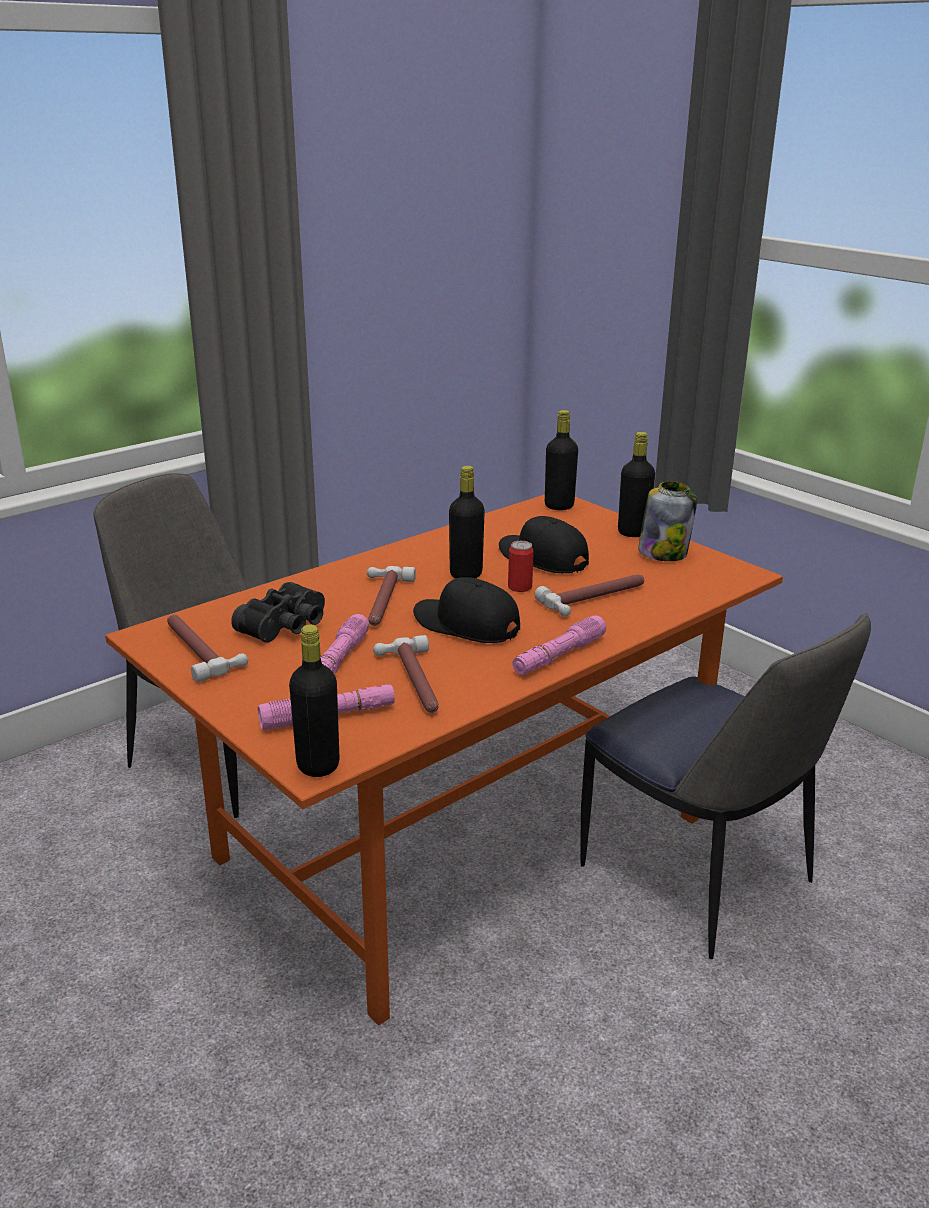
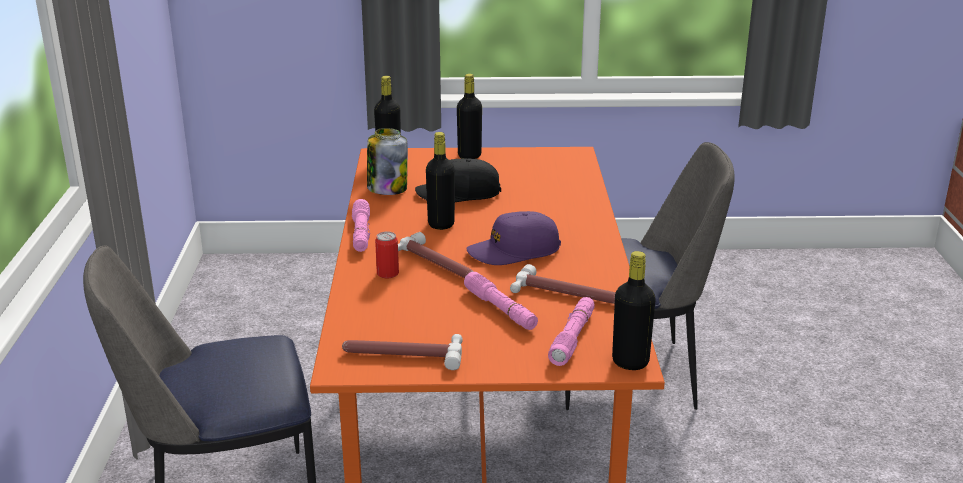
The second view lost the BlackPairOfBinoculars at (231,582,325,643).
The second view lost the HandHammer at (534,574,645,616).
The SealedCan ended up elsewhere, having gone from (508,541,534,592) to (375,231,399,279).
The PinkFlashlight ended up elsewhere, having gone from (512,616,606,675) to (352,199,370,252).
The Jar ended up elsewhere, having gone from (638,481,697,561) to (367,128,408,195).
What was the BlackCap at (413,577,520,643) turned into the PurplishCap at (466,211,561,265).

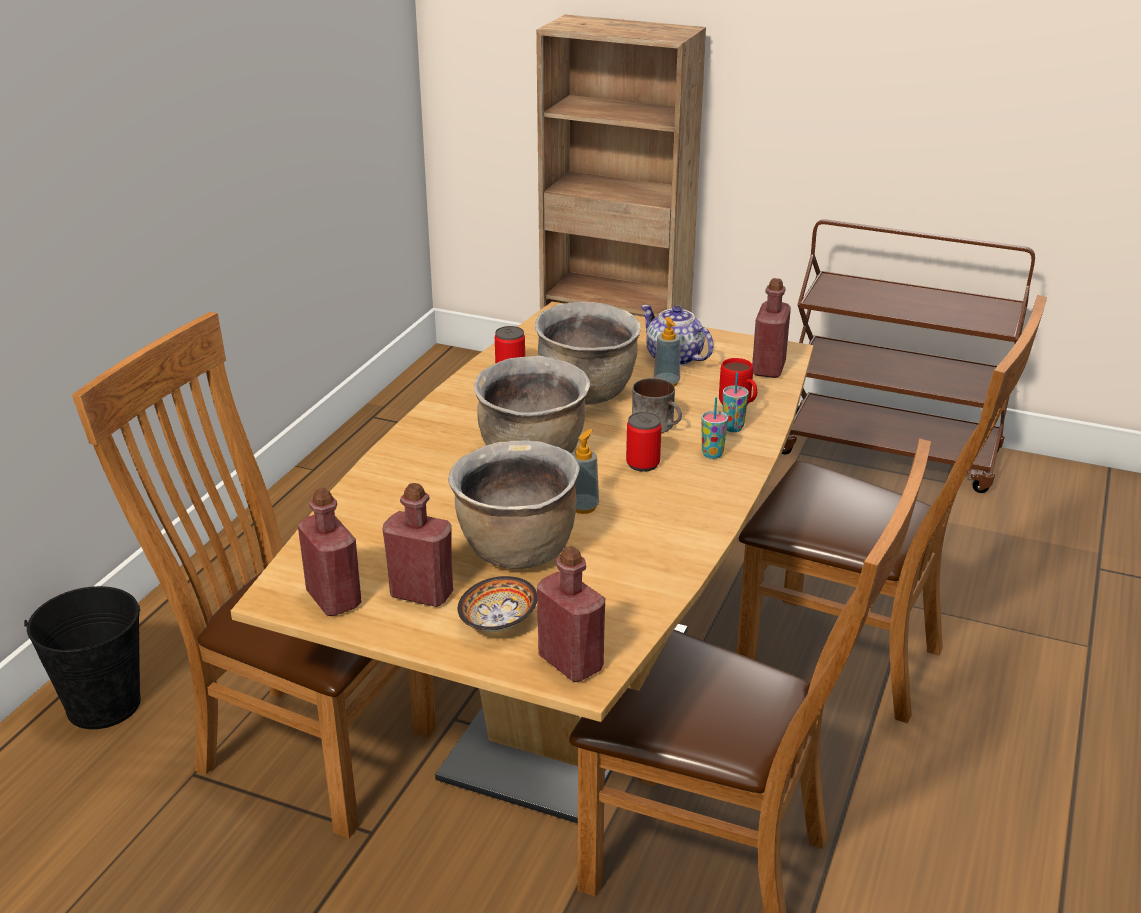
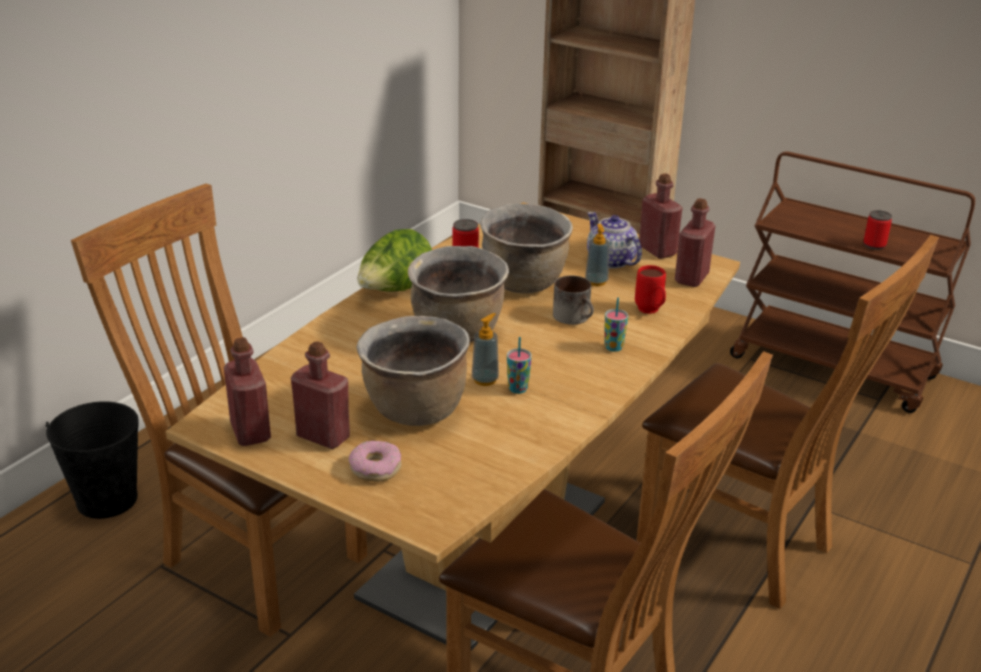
The second view gained the LettuceHead at (357,229,432,292).
The ReddishBottle ended up elsewhere, having gone from (537,546,605,682) to (639,173,683,259).
The SealedCan ended up elsewhere, having gone from (626,412,662,472) to (863,210,892,250).
The SmallCup ended up elsewhere, having gone from (723,372,749,432) to (507,337,532,394).
Where the DeepDish stood at (458,576,537,632), the Doughnut came to stand at (349,441,401,482).

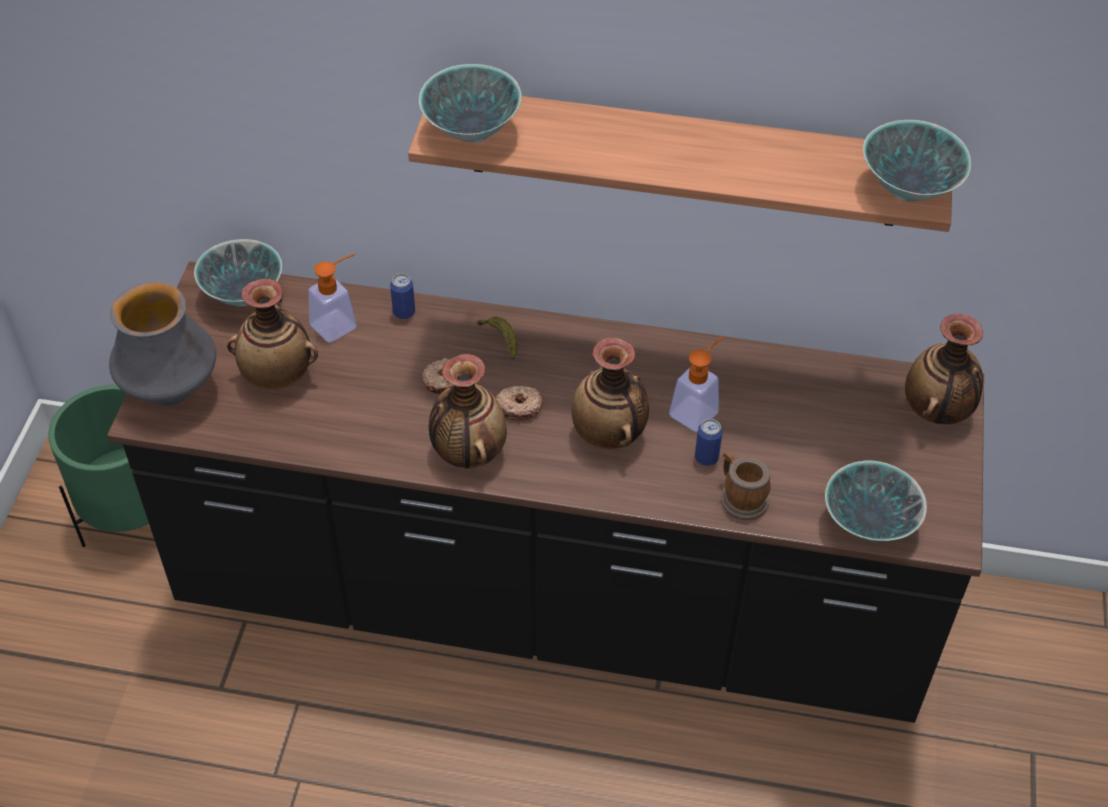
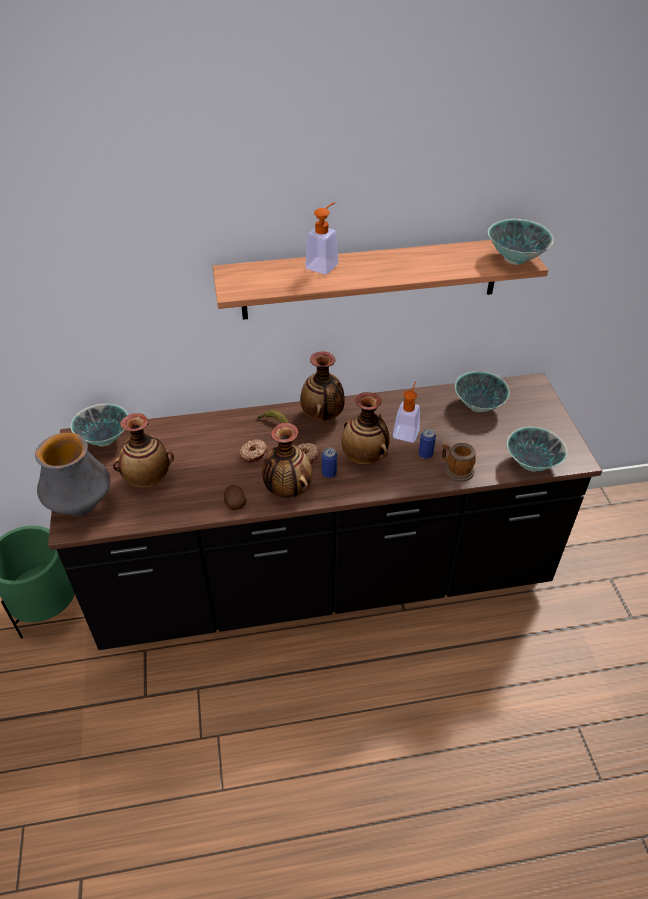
The second view gained the Spud at (224,485,247,510).
The SoapBottle ended up elsewhere, having gone from (309,253,357,343) to (305,202,338,274).
The SealedCan ended up elsewhere, having gone from (390,273,415,319) to (322,447,337,478).
The DeepDish ended up elsewhere, having gone from (419,64,522,143) to (455,371,510,412).
The DecorativeVase ended up elsewhere, having gone from (905,314,983,424) to (300,351,345,421).

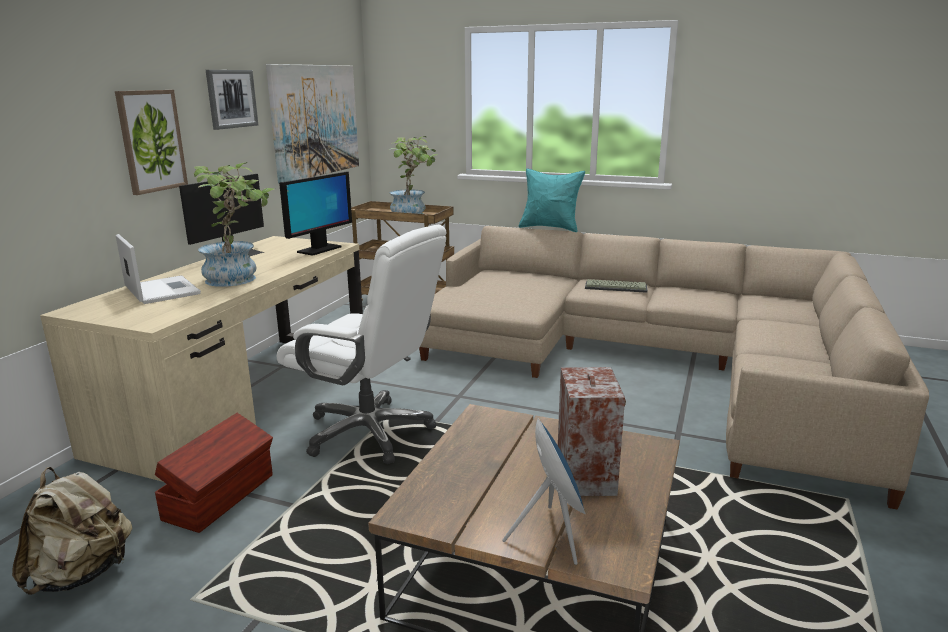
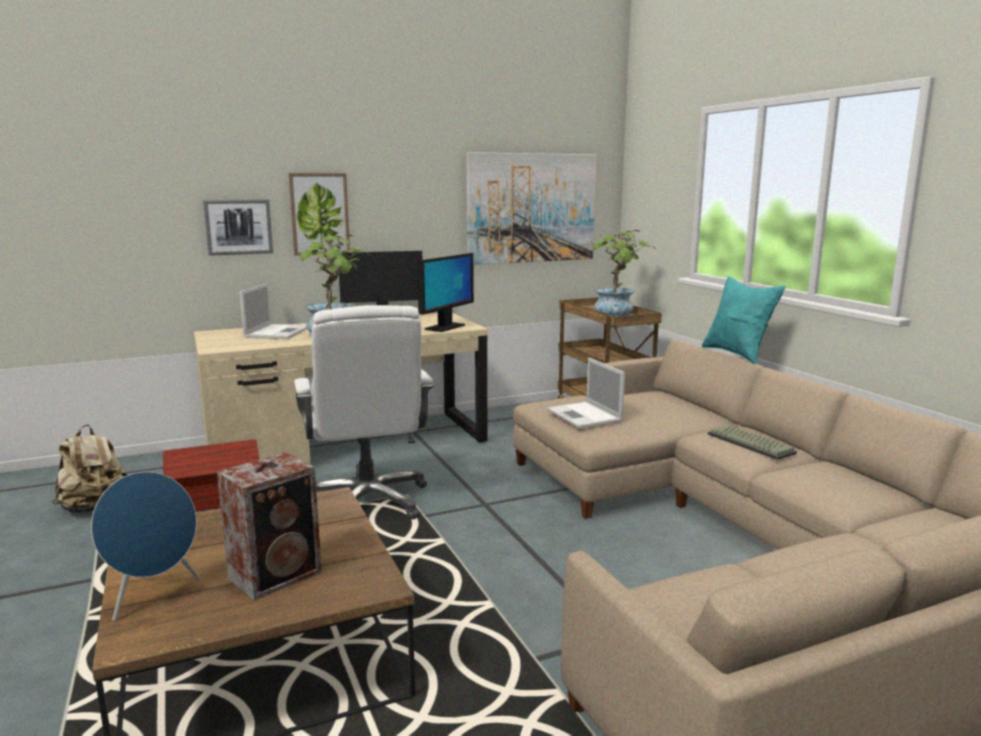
The second view gained the Laptop at (547,358,625,429).
The WallArt ended up elsewhere, having gone from (206,70,258,130) to (203,199,273,256).
The ComputerDisplay at (279,172,352,256) ended up facing another way, 45 degrees counterclockwise from before.

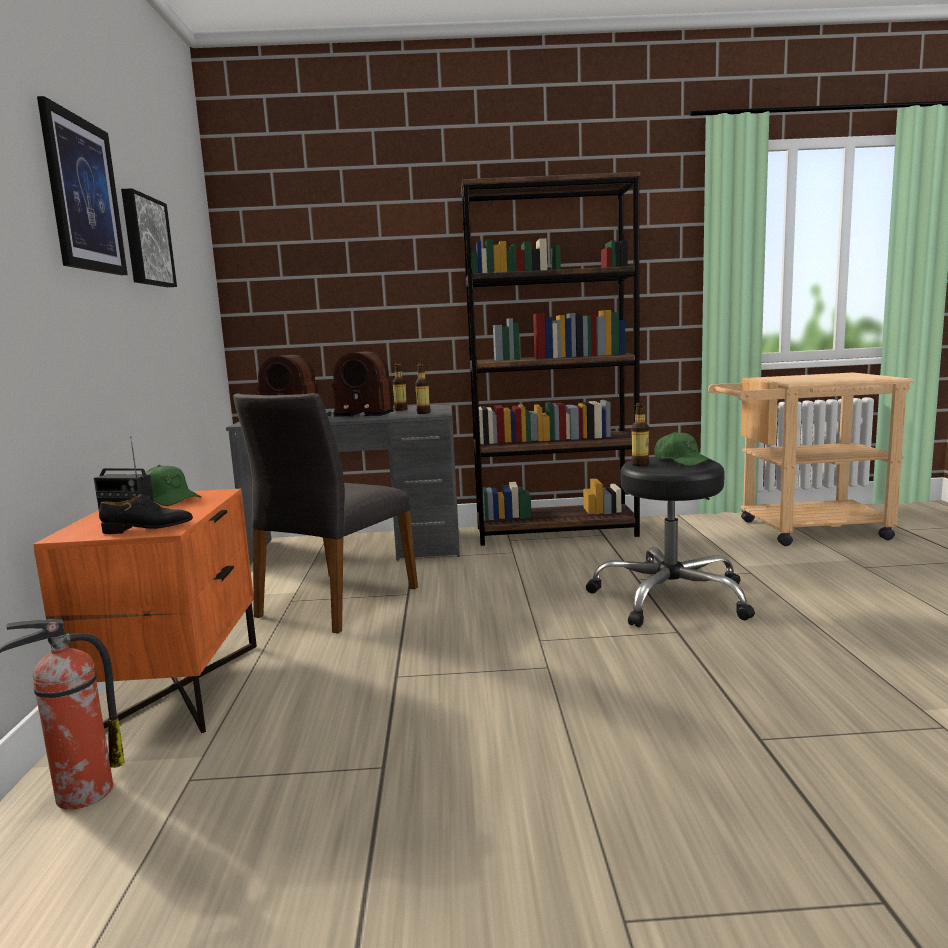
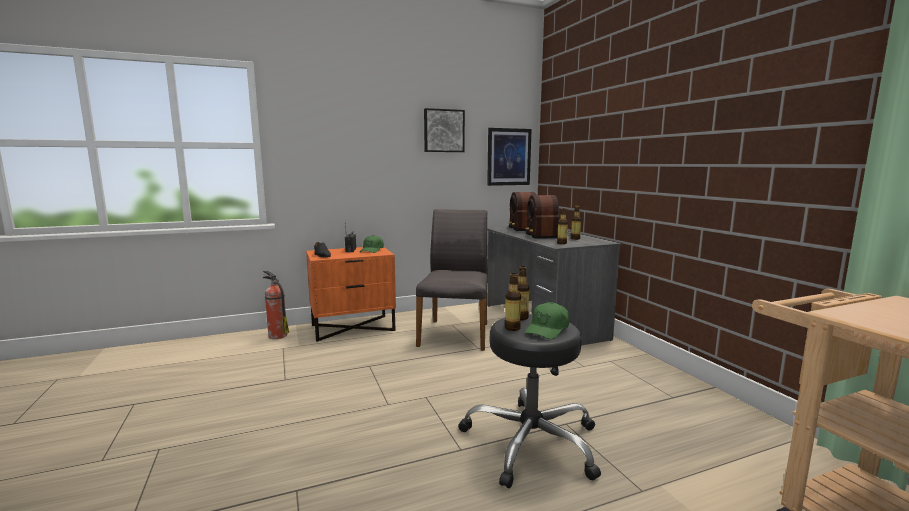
The second view lost the BrownShelvingUnit at (461,172,640,546).
The second view gained the Bottle at (505,273,521,331).
The WallArt ended up elsewhere, having gone from (37,96,128,275) to (487,128,532,186).
The GreyishPlainChair at (233,393,418,634) ended up facing another way, 90 degrees clockwise from before.

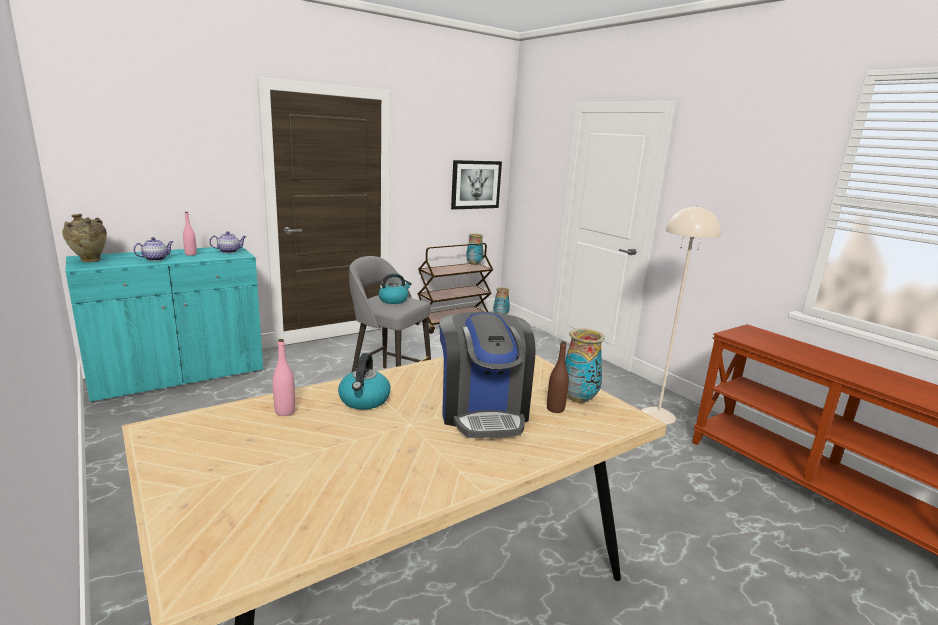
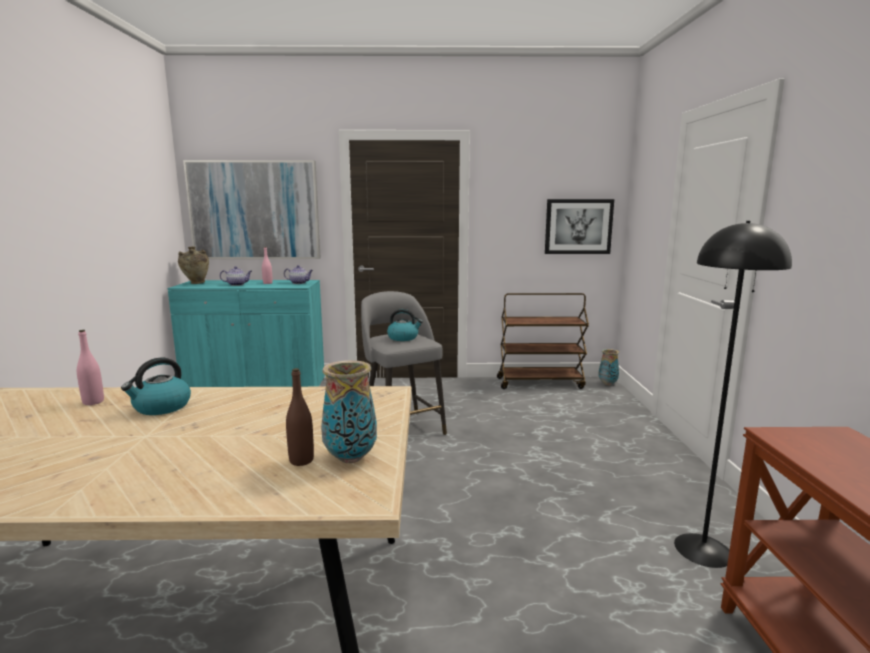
The second view lost the CoffeeBrewer at (439,312,536,438).
The second view lost the DecorativeVase at (466,233,483,265).
The second view gained the WallArt at (183,160,321,259).
What was the BeigeStandingLamp at (641,205,721,424) turned into the BlackStandingLamp at (674,221,792,568).

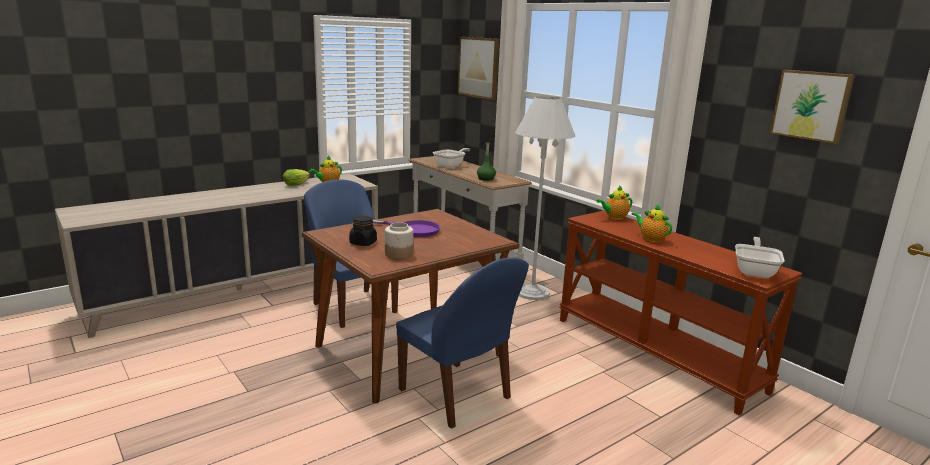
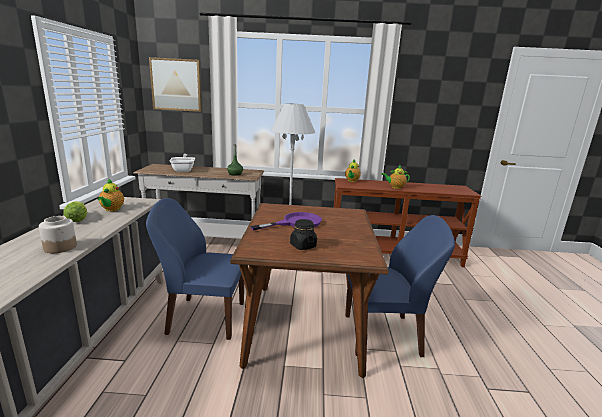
The second view lost the Pan at (735,237,785,278).
The second view lost the WallArt at (770,70,855,144).
The Jar ended up elsewhere, having gone from (385,222,413,259) to (39,216,77,253).

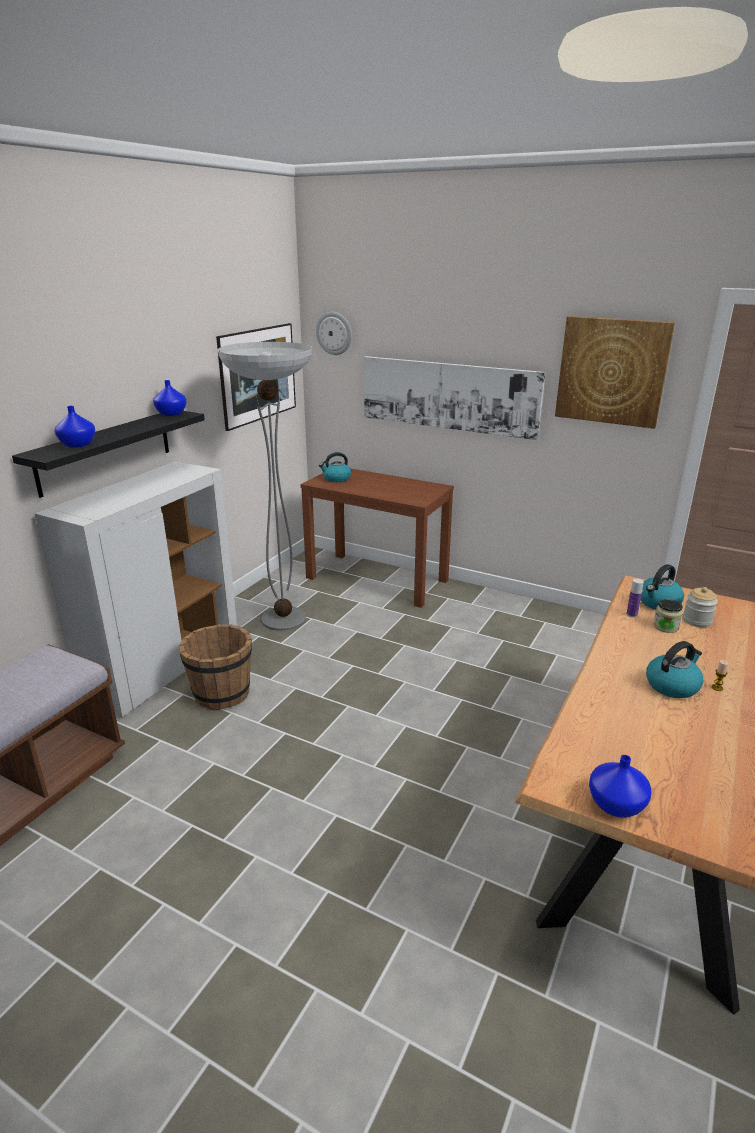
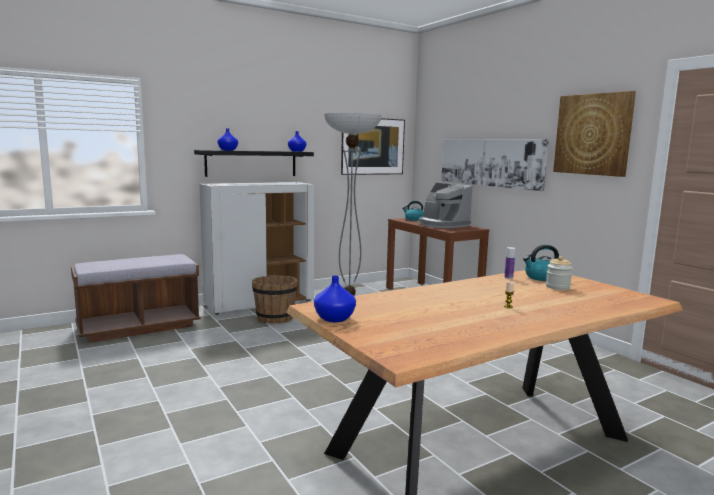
The second view lost the ClockOnTheWall at (316,312,352,355).
The second view lost the WaterKettle at (646,641,703,698).
The second view lost the Jar at (653,599,683,633).
The second view gained the CoffeeBrewer at (419,183,472,228).

